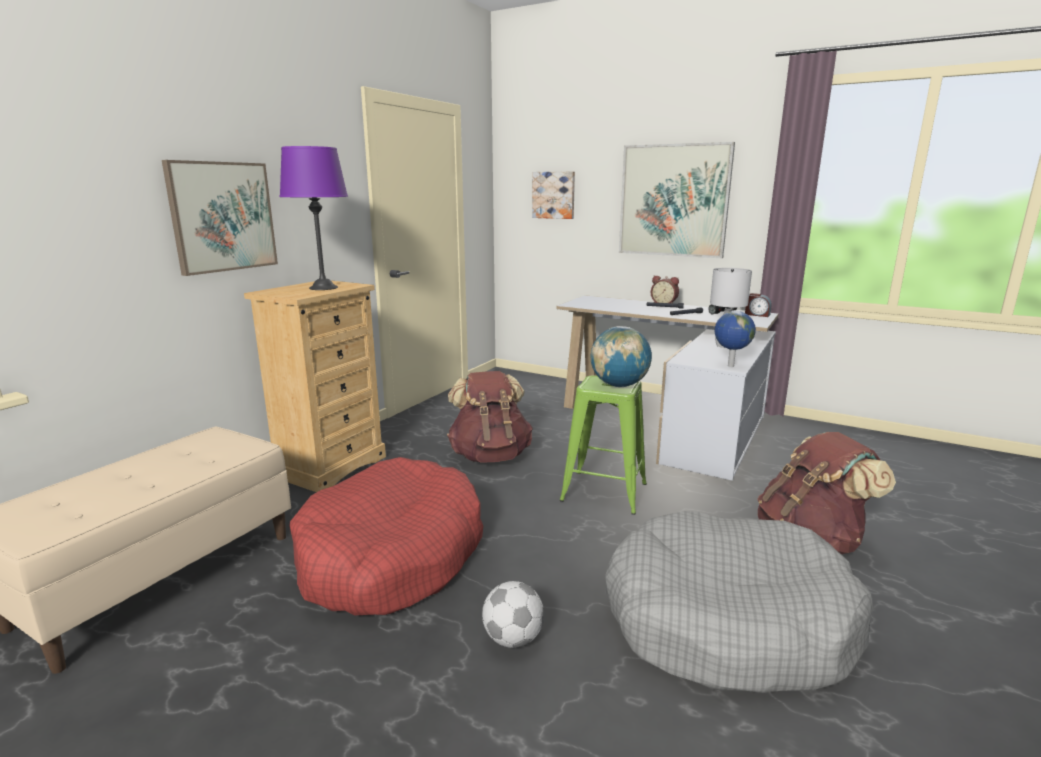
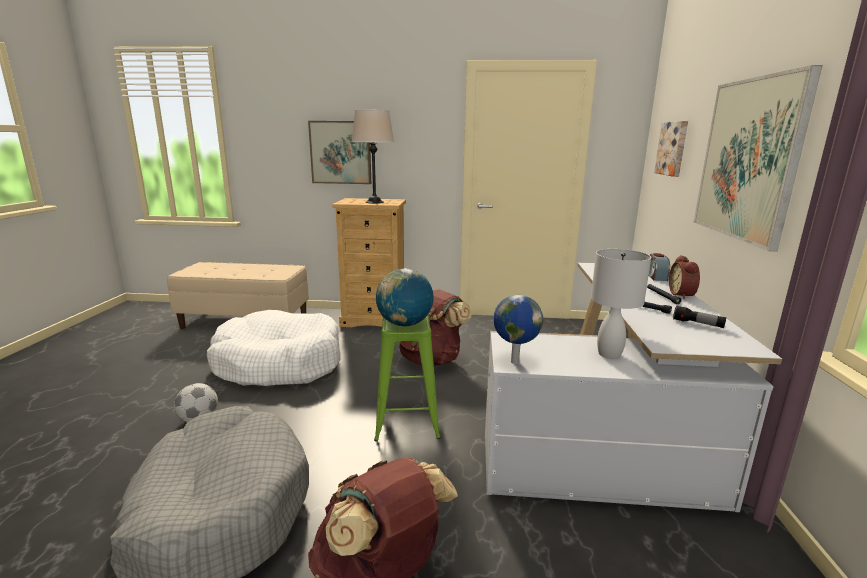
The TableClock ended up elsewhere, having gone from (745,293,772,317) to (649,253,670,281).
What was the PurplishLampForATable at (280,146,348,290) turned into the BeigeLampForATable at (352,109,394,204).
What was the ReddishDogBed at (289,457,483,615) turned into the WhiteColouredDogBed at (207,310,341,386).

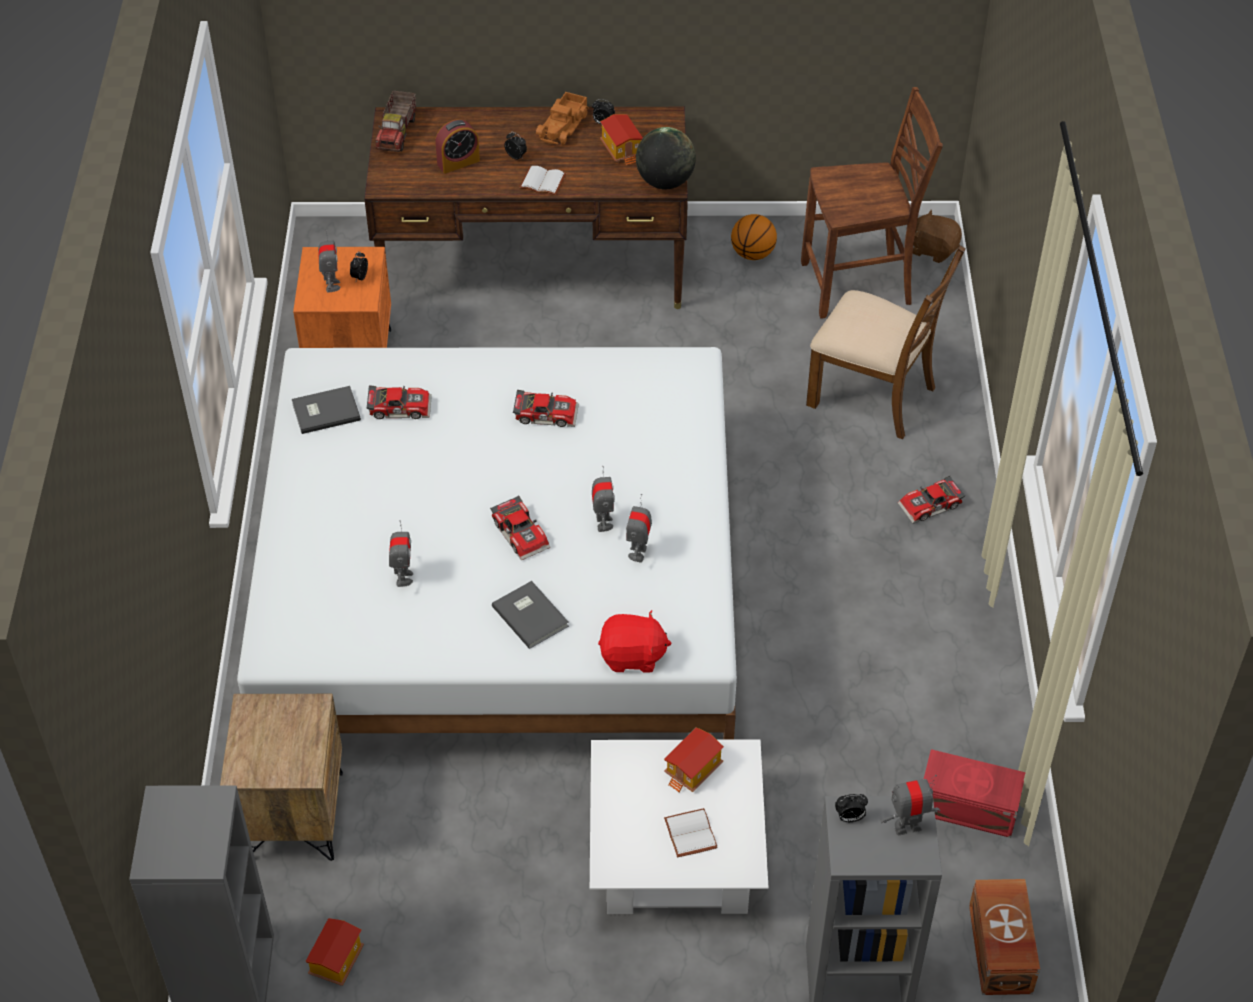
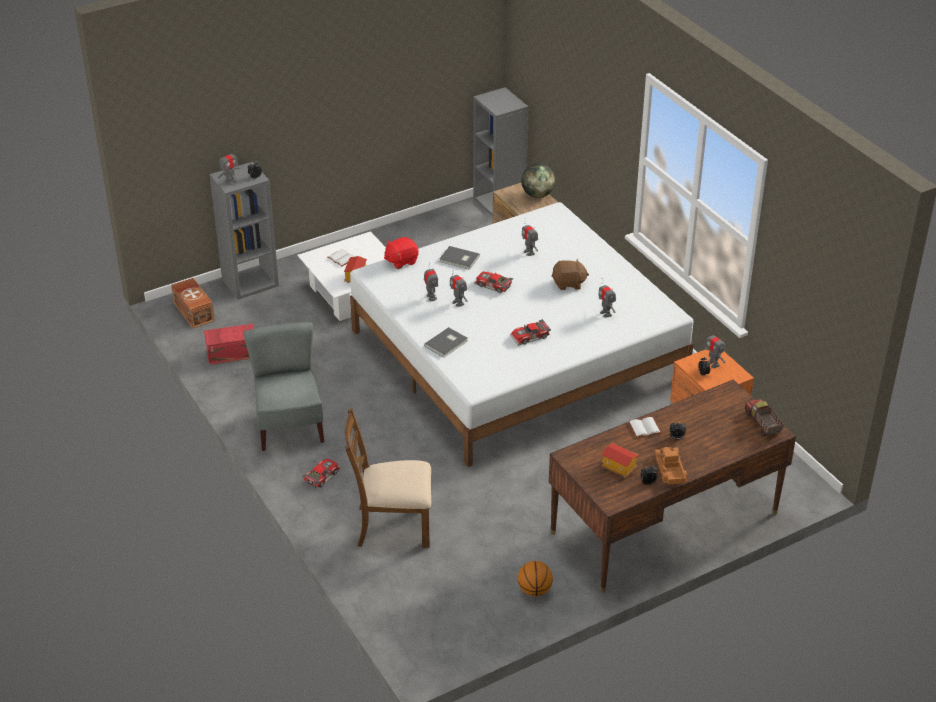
The second view lost the MiniatureHouse at (305,918,364,986).
The second view lost the TableClock at (435,119,480,174).
The second view lost the BrownPlainChair at (801,87,943,319).
The second view gained the GreyishPlainChair at (244,322,324,451).
The GreyishBook ended up elsewhere, having gone from (292,386,361,434) to (424,327,468,357).
The DeskGlobe ended up elsewhere, having gone from (636,127,696,189) to (521,163,555,198).
The BrownPlushToy ended up elsewhere, having gone from (913,210,962,263) to (552,259,589,290).
Where the ModelCar stood at (366,385,432,419), the ModelRobot came to stand at (598,278,616,317).

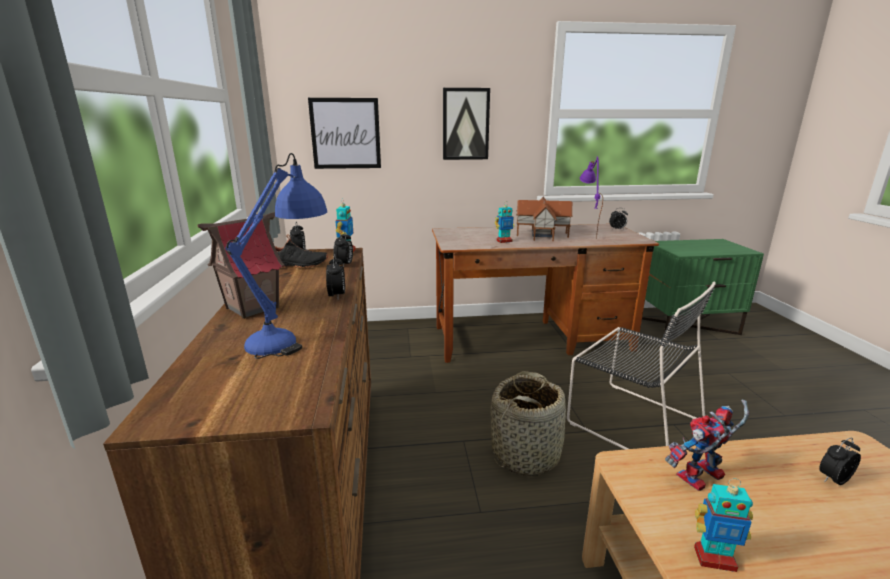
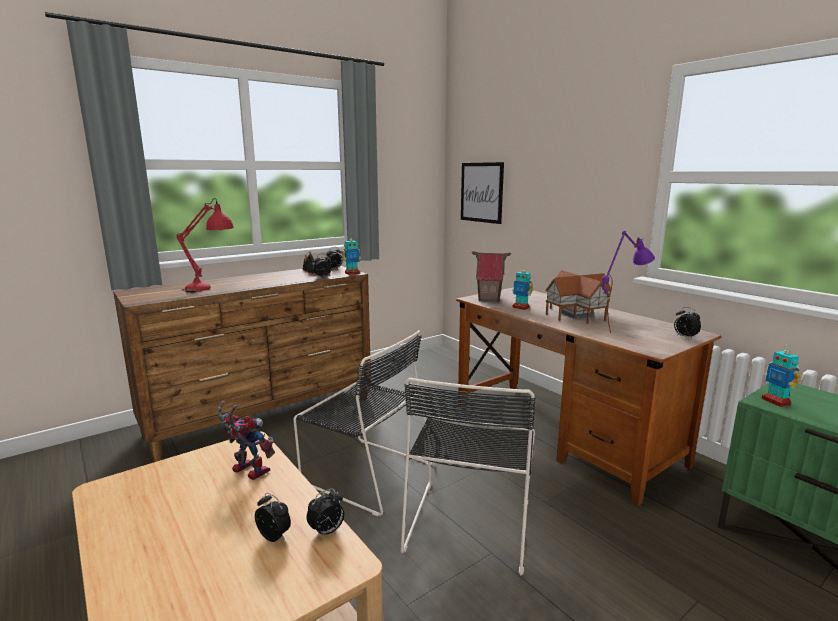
The second view lost the WallArt at (443,88,490,160).
The MiniatureHouse ended up elsewhere, having gone from (198,212,285,319) to (472,251,511,302).
The TableClock ended up elsewhere, having gone from (326,254,345,299) to (306,488,344,538).
The ModelRobot ended up elsewhere, having gone from (694,478,753,572) to (761,344,801,407).
Where the Basket stood at (491,371,566,476), the BlackPlainChair came to stand at (293,330,435,516).
What was the BluishLampForATable at (225,153,327,359) turned into the ReddishLampForATable at (176,198,234,293).

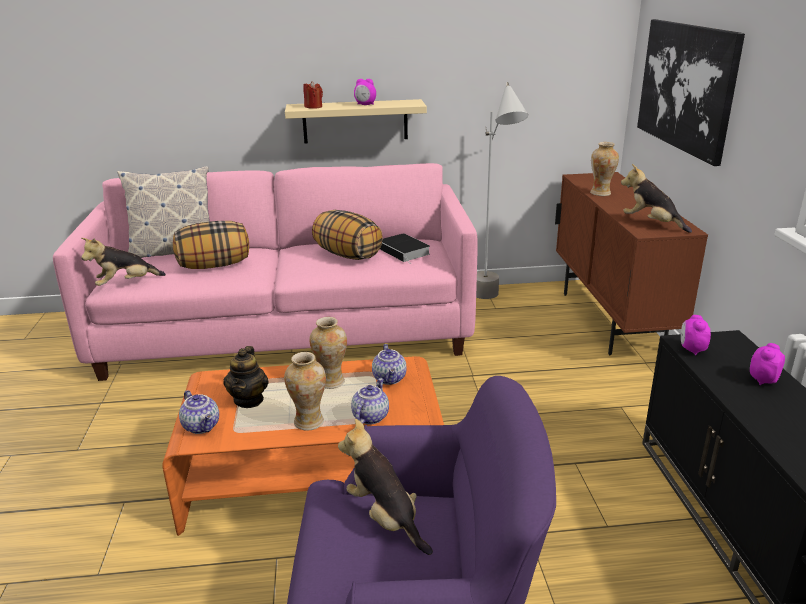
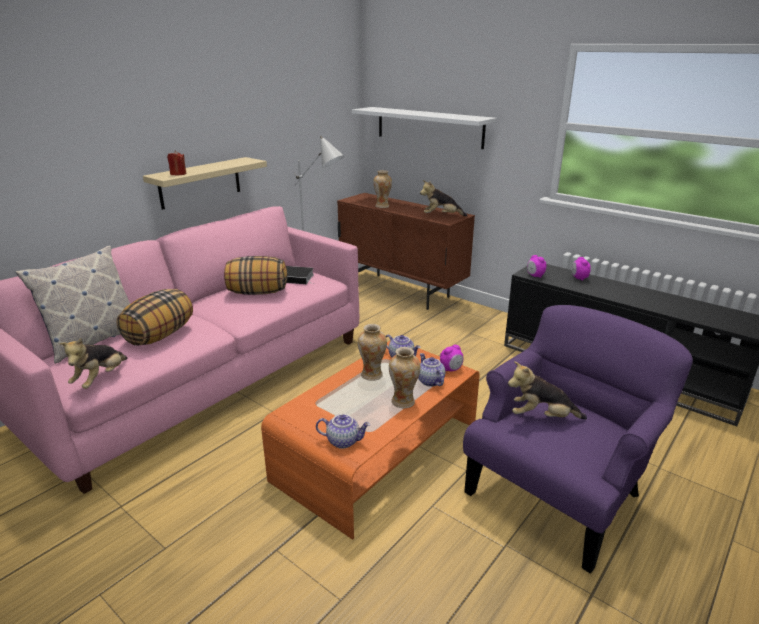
The second view lost the Teapot at (224,346,269,408).
The TableClock ended up elsewhere, having gone from (354,79,376,105) to (440,345,463,371).
Where the WallArt hung at (637,19,745,166), the WhiteColouredShelf came to hang at (352,107,497,149).

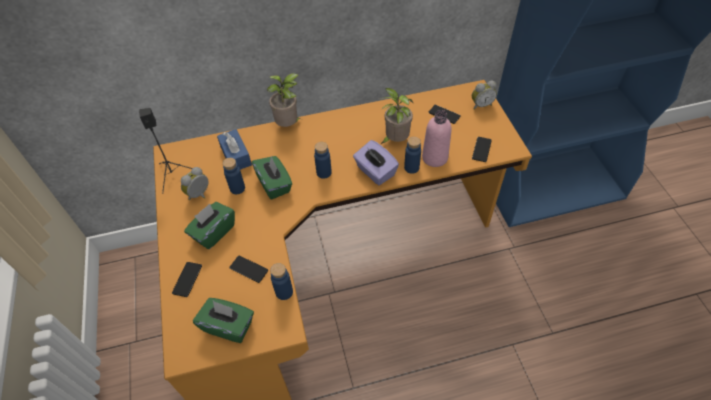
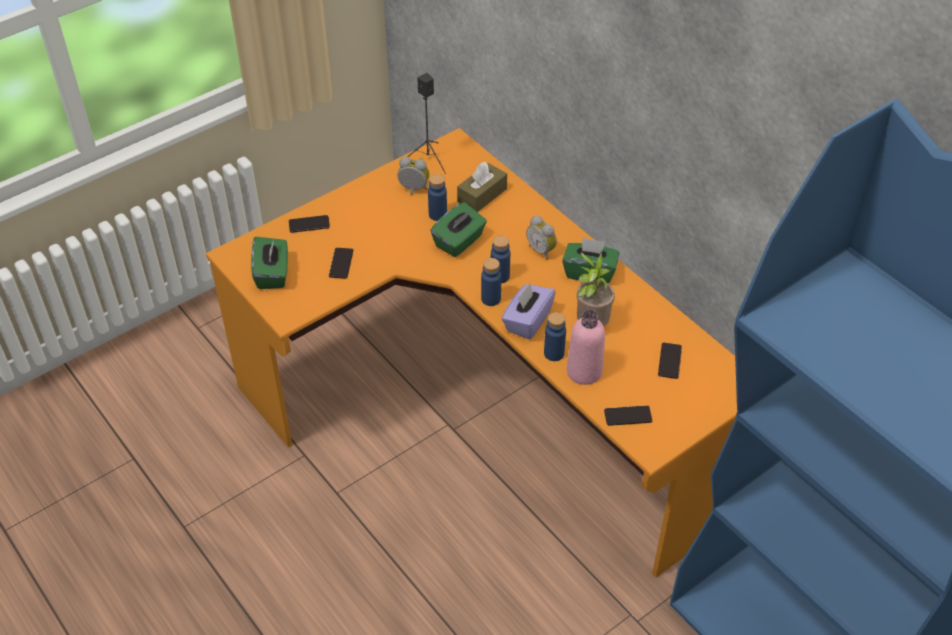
The second view lost the PlantInAPot at (267,73,301,127).
The GreenTissueHolder ended up elsewhere, having gone from (184,202,235,249) to (562,237,619,284).
The BluishBottle ended up elsewhere, having gone from (270,263,293,300) to (481,258,501,306).
The TableClock ended up elsewhere, having gone from (472,81,497,110) to (526,216,557,260).
What was the BluishTissueHolder at (217,129,252,170) turned into the BrownTissueHolder at (457,162,507,212).

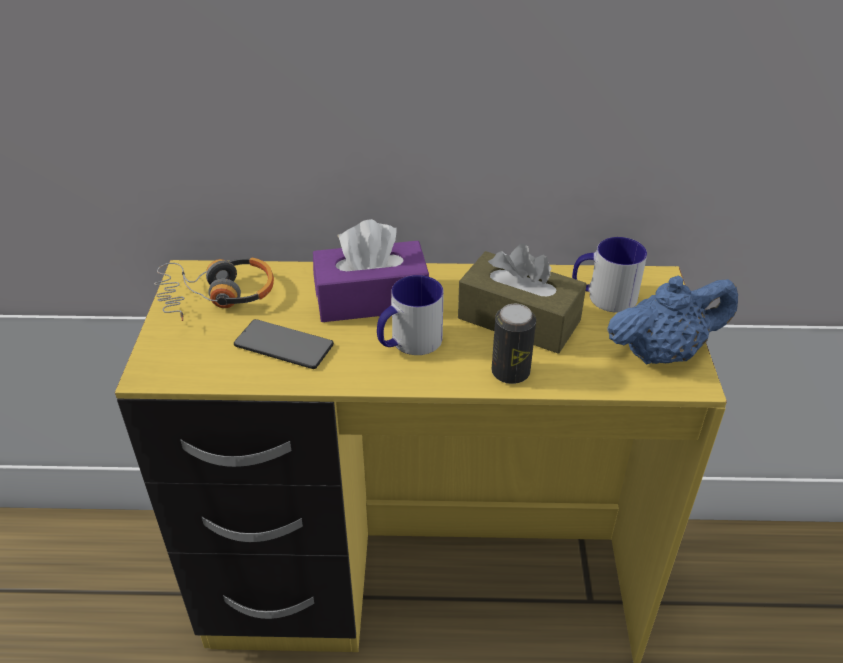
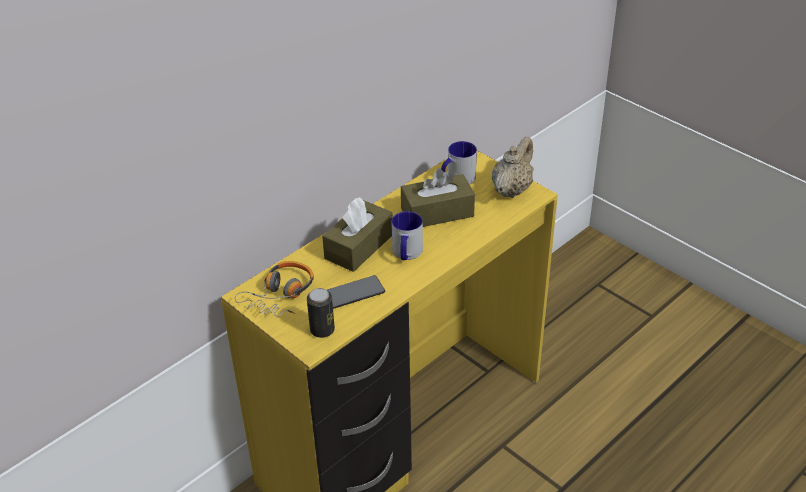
The SealedCan ended up elsewhere, having gone from (491,304,536,384) to (307,288,335,338).
What was the PurplishTissueHolder at (313,219,429,322) turned into the BrownTissueHolder at (322,197,393,272).
What was the BluishTeapot at (607,276,738,365) turned into the BeigeTeapot at (492,137,534,198).

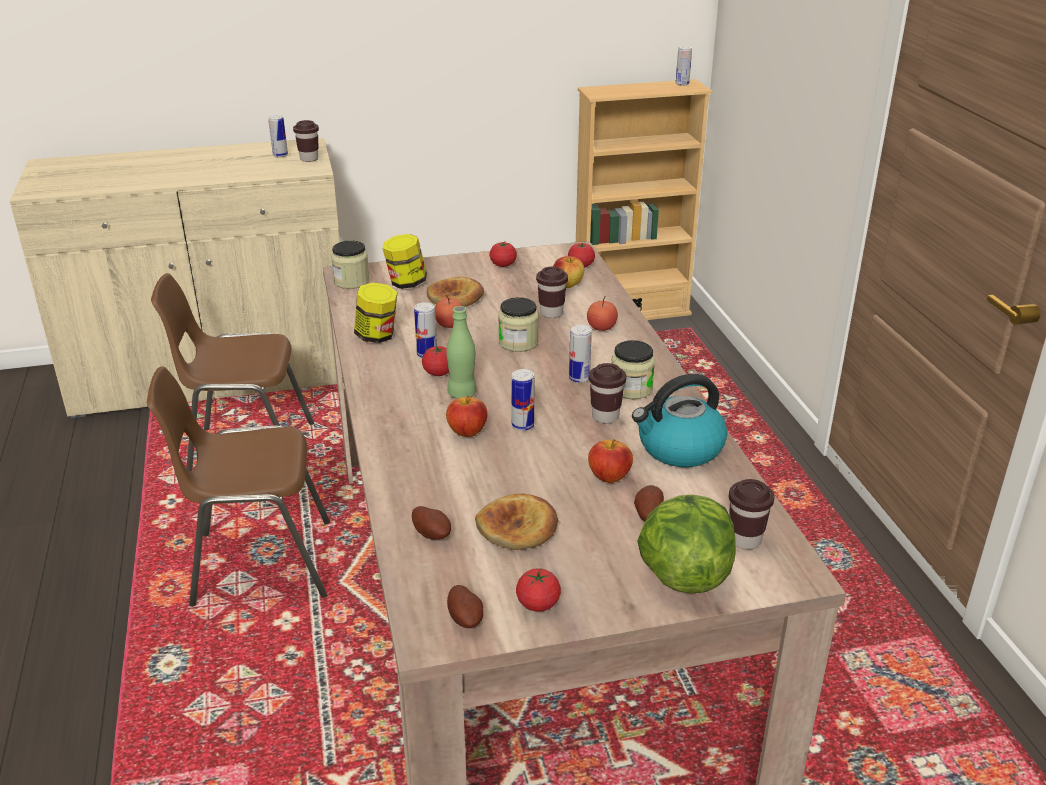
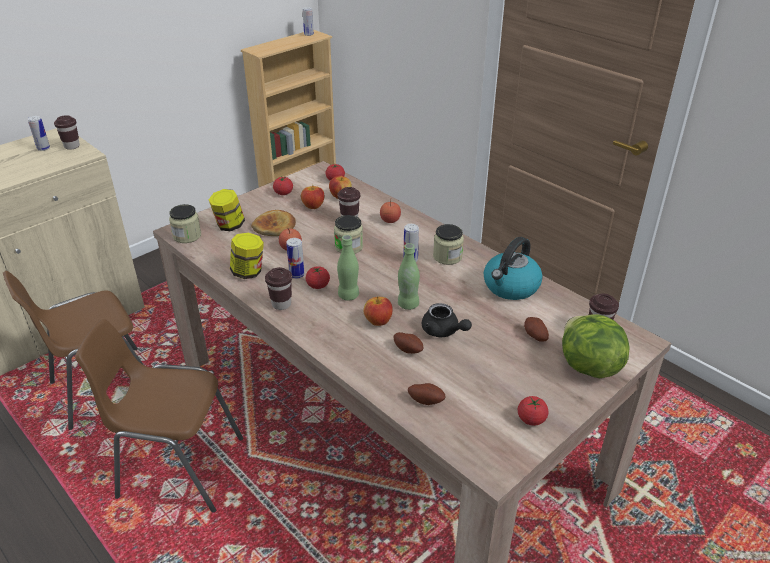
The second view lost the BakedBread at (475,494,558,550).
The second view gained the BlackTeapot at (422,303,472,337).
The Spud ended up elsewhere, having gone from (447,585,484,628) to (394,332,423,354).
The Apple ended up elsewhere, having gone from (588,439,633,483) to (301,185,324,209).
The BrownSmallCup ended up elsewhere, having gone from (589,363,626,424) to (265,267,292,310).
Where the SealedCan stood at (511,369,534,431), the GreenBottle came to stand at (398,243,420,310).
The BrownPlainChair at (147,366,330,607) ended up facing another way, 45 degrees clockwise from before.

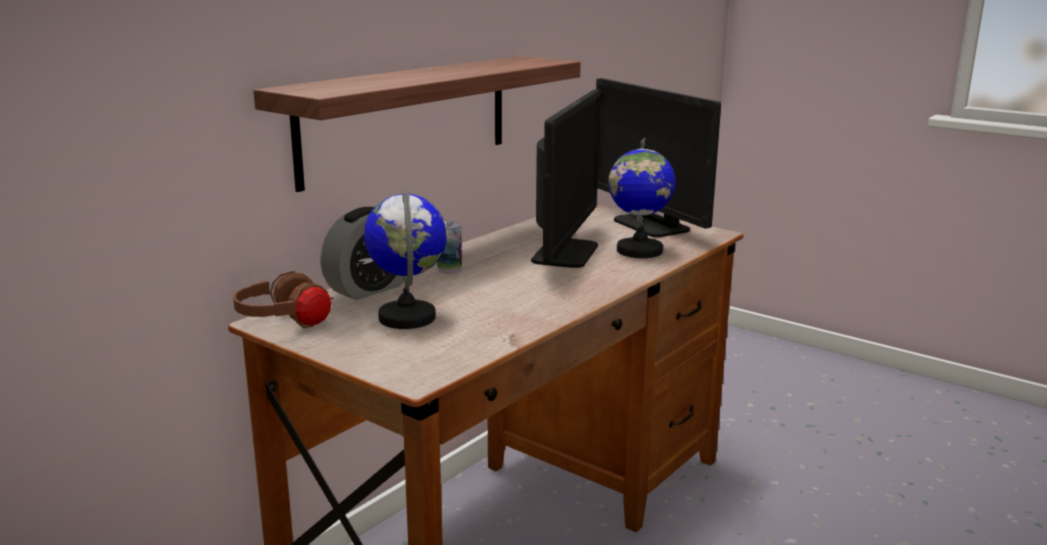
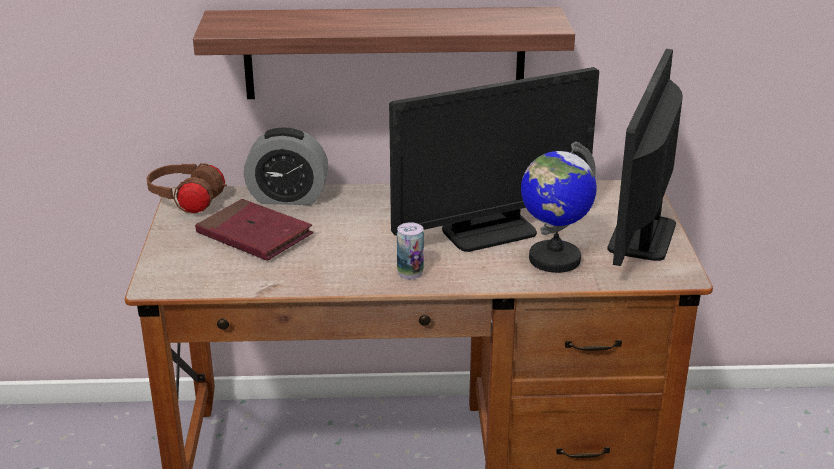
The SealedCan ended up elsewhere, having gone from (437,221,462,274) to (397,222,424,280).
Where the DeskGlobe stood at (364,189,447,329), the ReddishBook came to stand at (195,199,313,261).

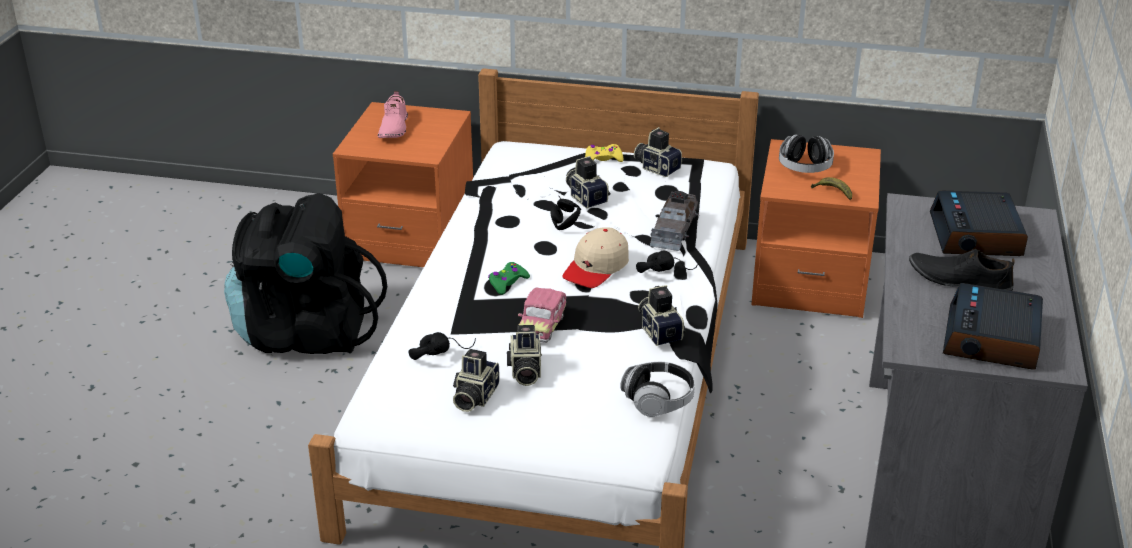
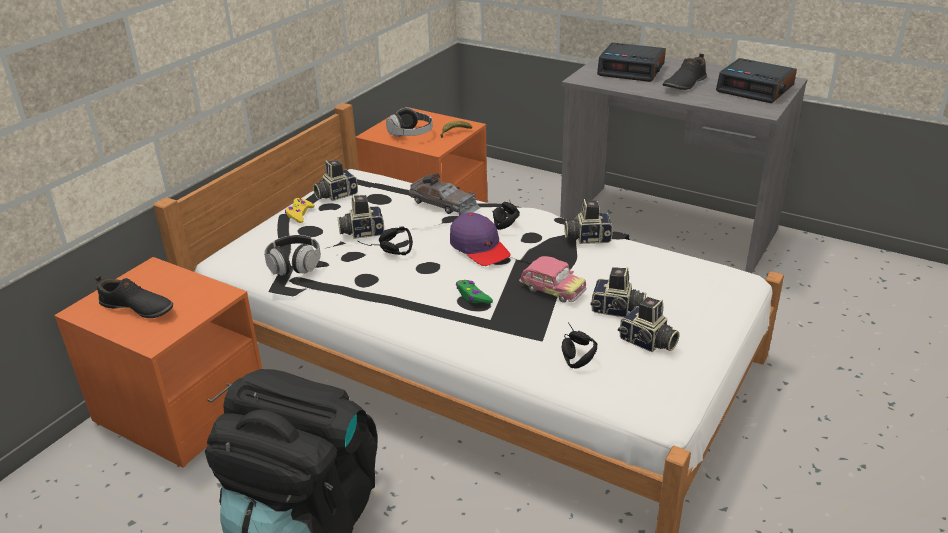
The Headphones ended up elsewhere, having gone from (620,362,695,417) to (264,235,321,276).
What was the PinkShoe at (378,91,408,138) turned into the BlackShoe at (96,275,173,318).
What was the BeigeCap at (562,227,629,288) turned into the PurplishCap at (450,213,511,266).

